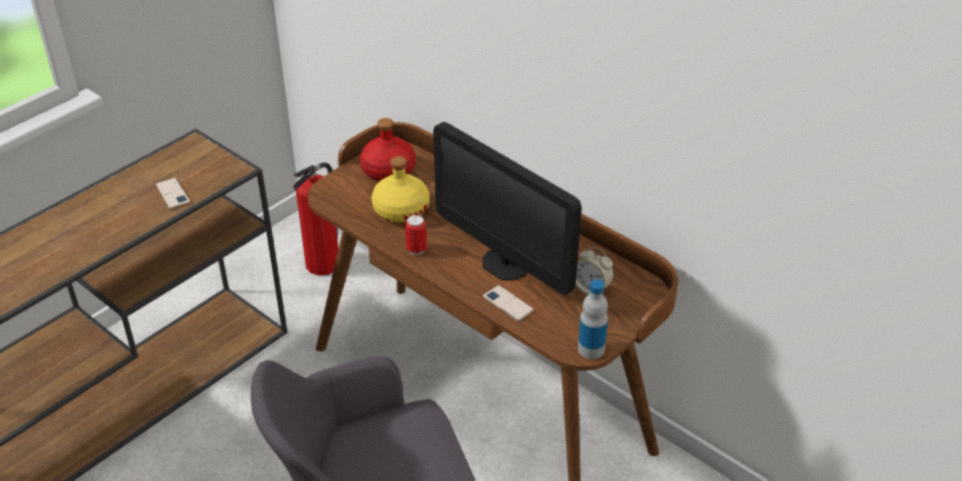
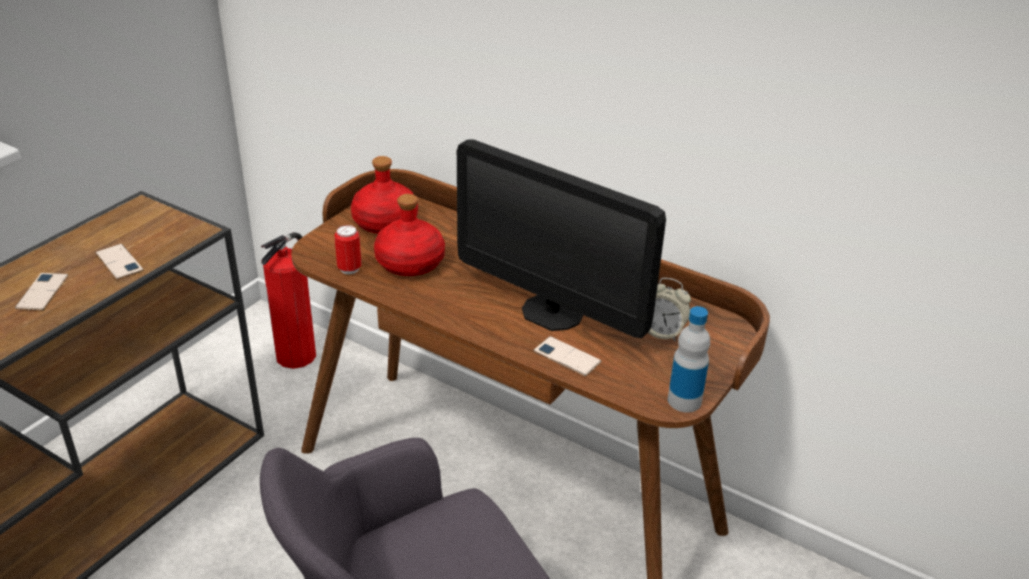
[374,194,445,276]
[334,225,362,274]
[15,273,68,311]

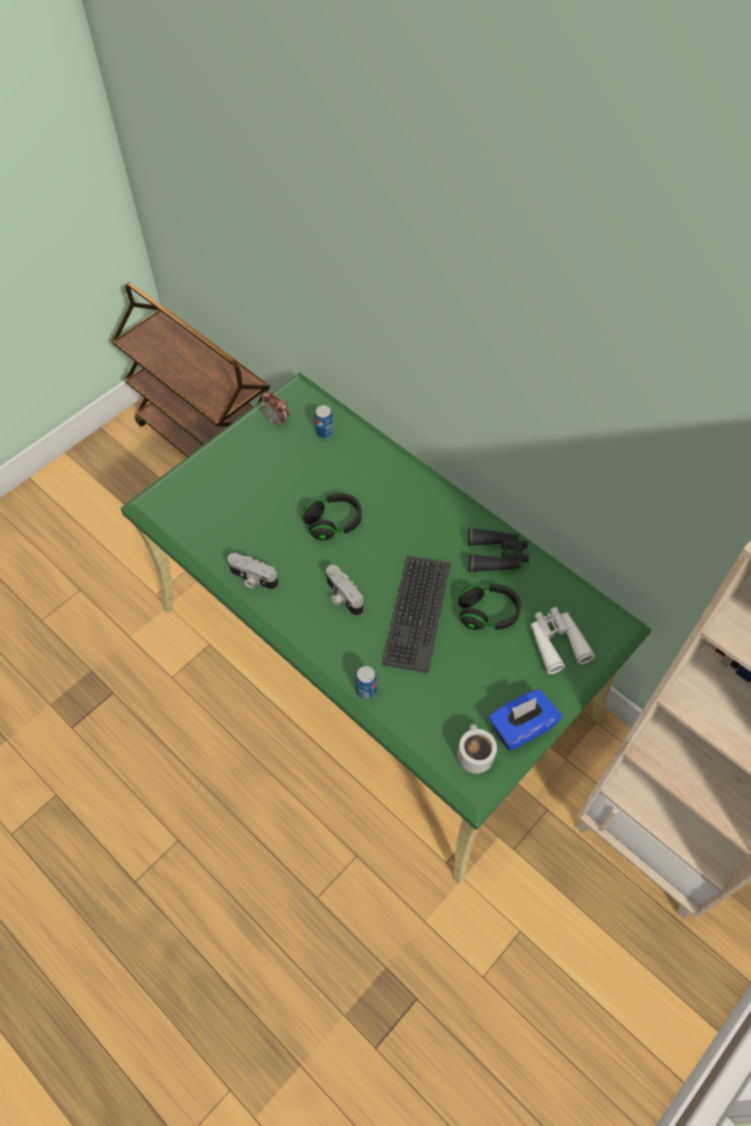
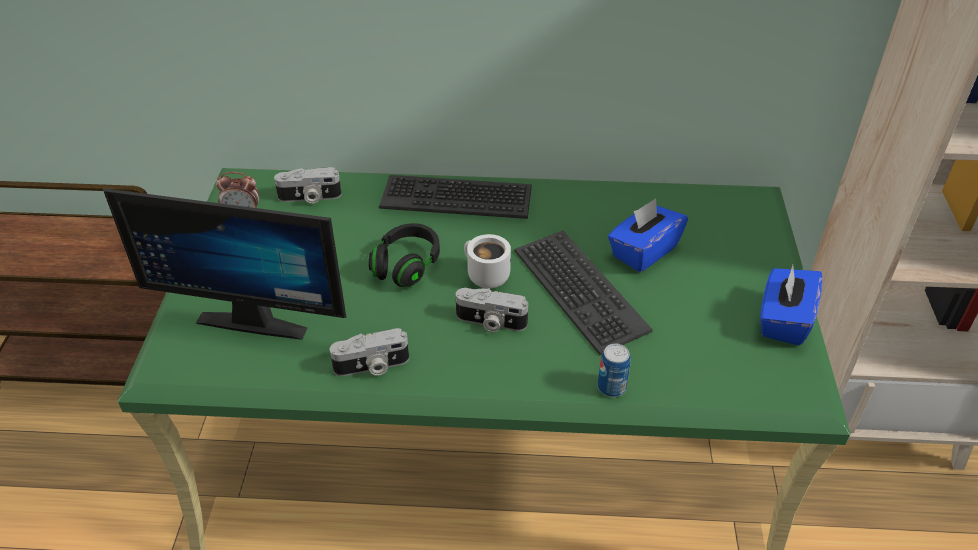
[274,167,342,204]
[608,198,688,272]
[464,234,511,289]
[468,528,529,573] (first image)
[530,607,596,674] (first image)
[103,188,346,340]
[379,175,532,219]

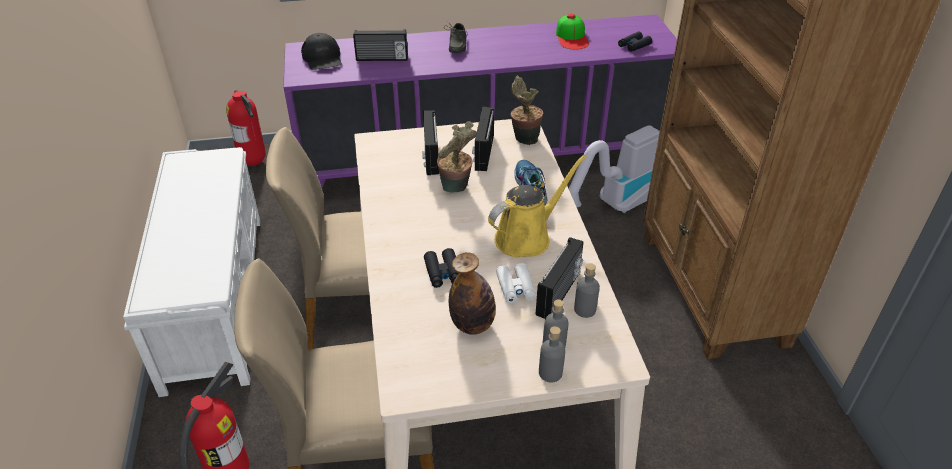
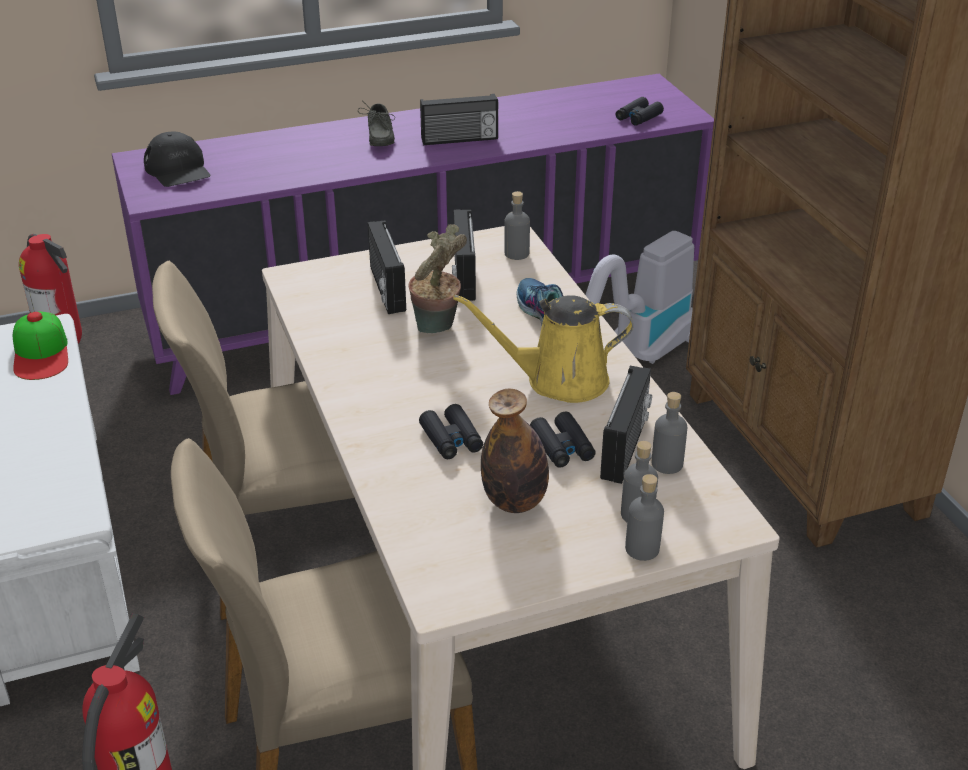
[420,94,498,145]
[453,294,633,403]
[530,412,596,468]
[504,191,530,260]
[13,312,68,380]

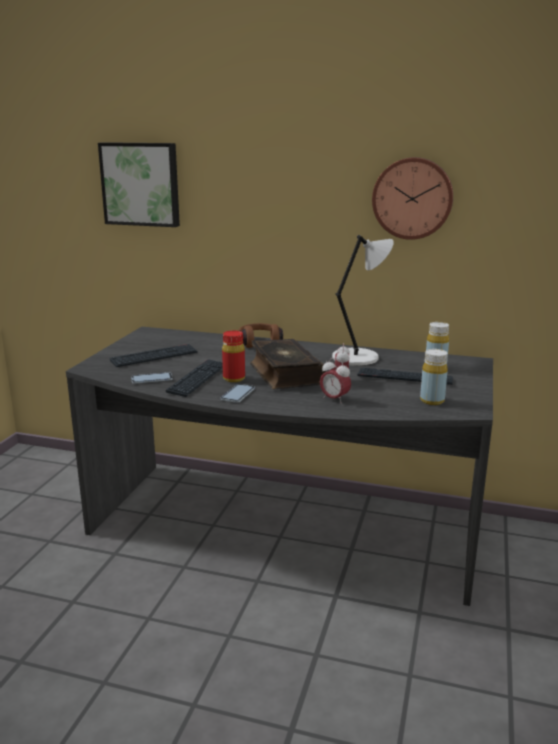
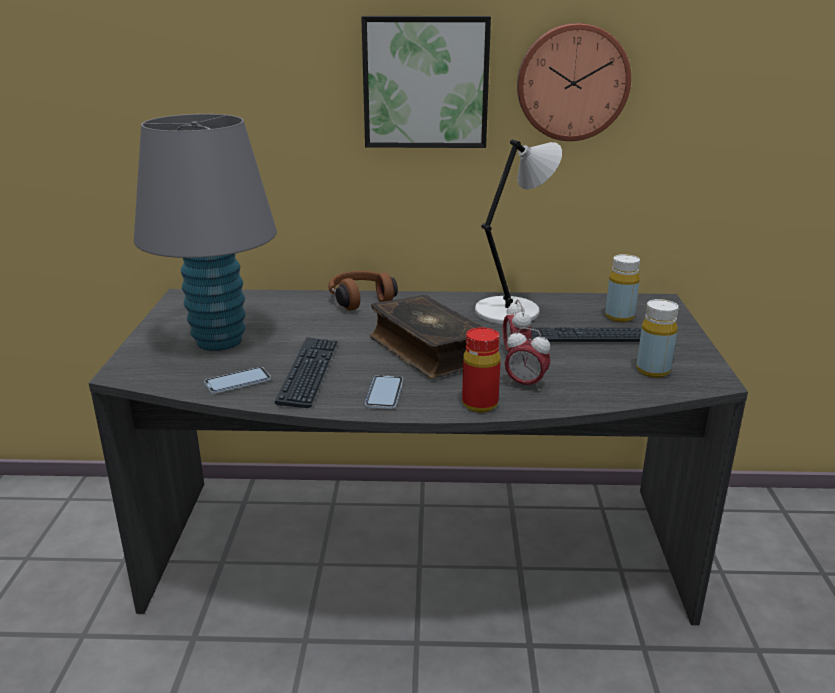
[361,16,491,148]
[134,114,277,351]
[462,327,501,412]

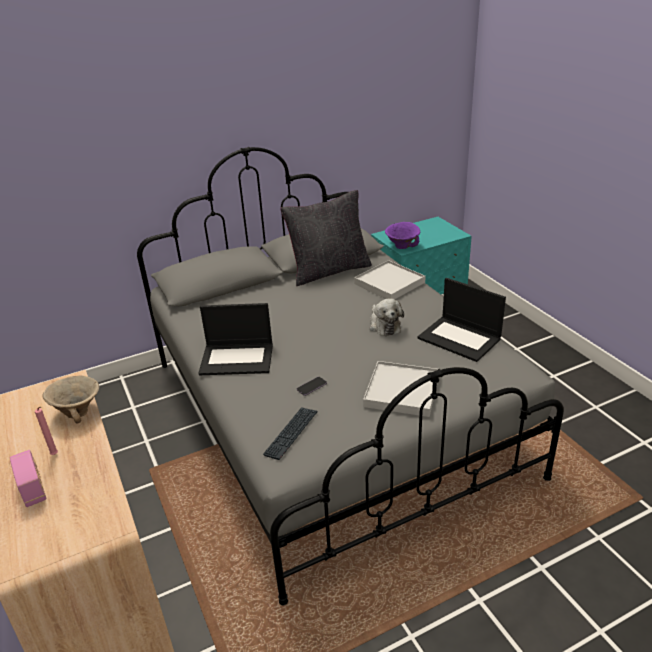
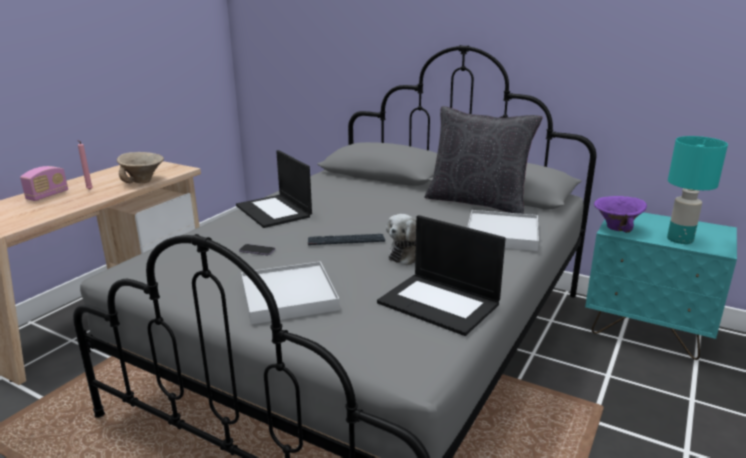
[308,234,385,245]
[377,215,506,336]
[667,136,728,244]

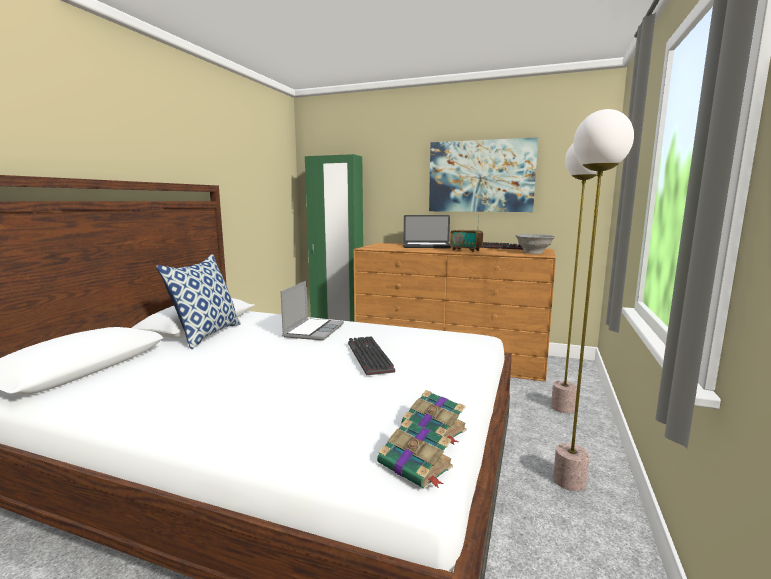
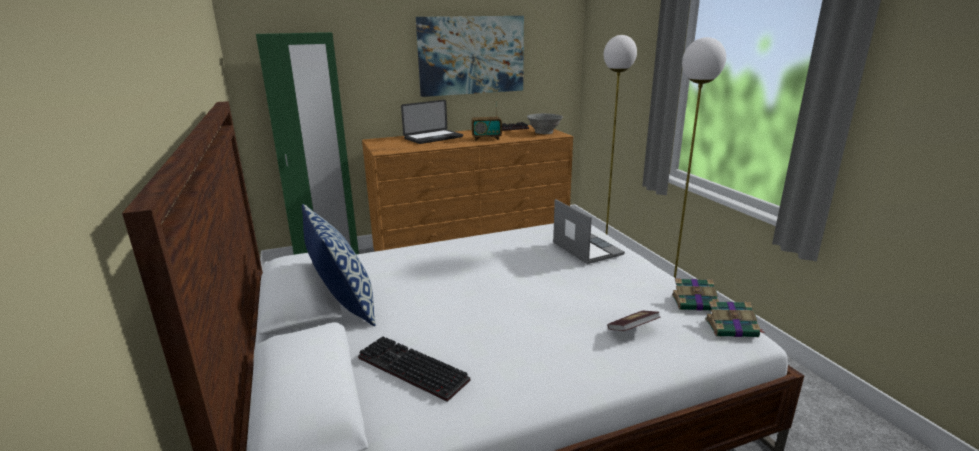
[553,199,625,264]
[358,336,470,402]
[607,311,660,331]

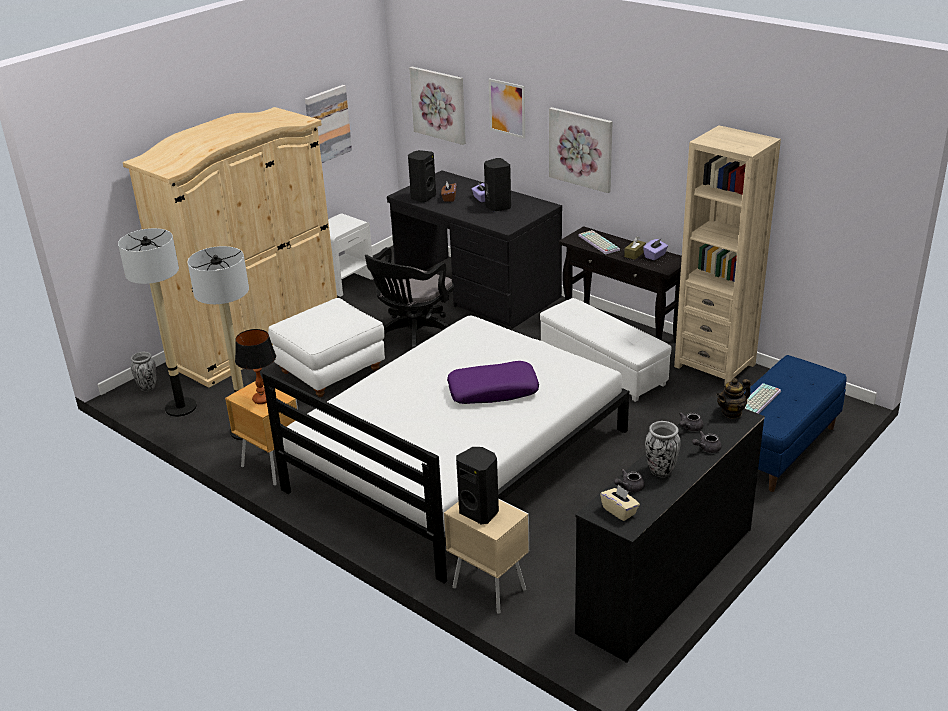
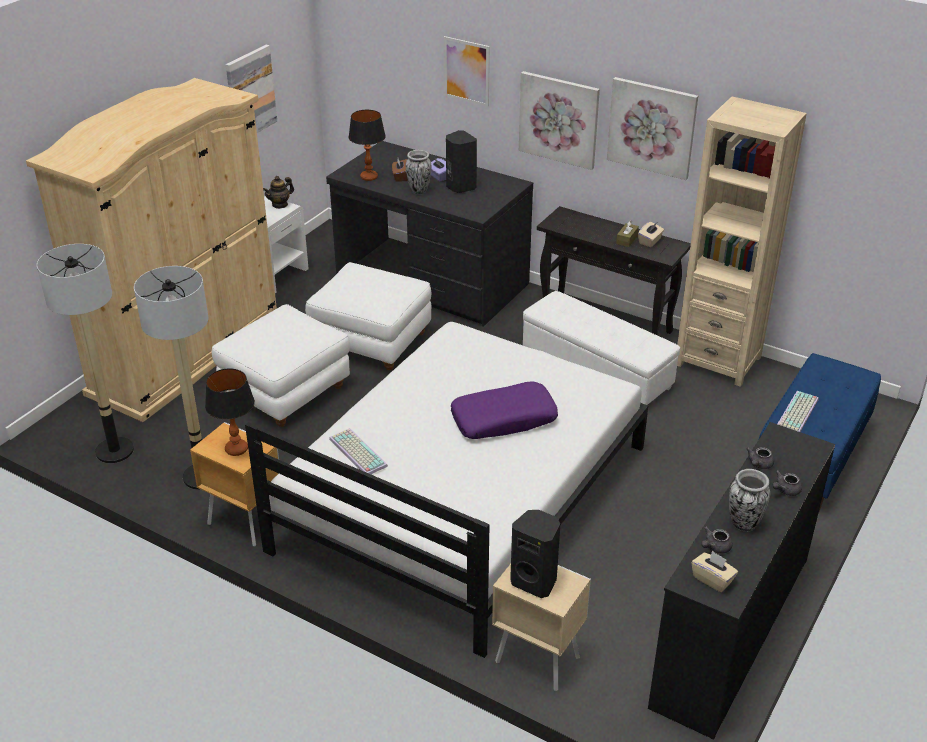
[406,150,431,195]
[305,262,432,370]
[348,110,386,181]
[607,77,698,180]
[329,428,388,474]
[638,222,664,247]
[263,176,294,209]

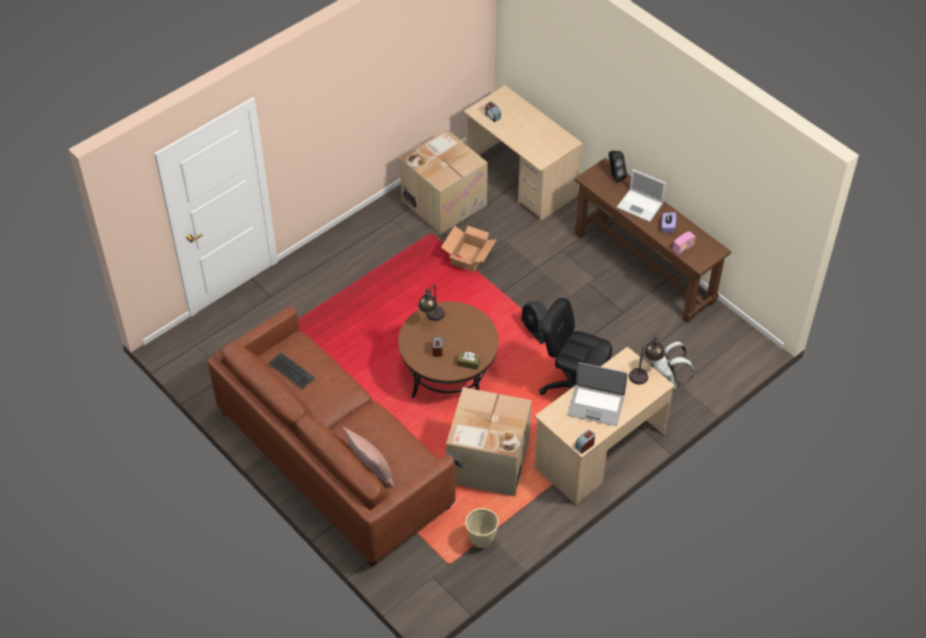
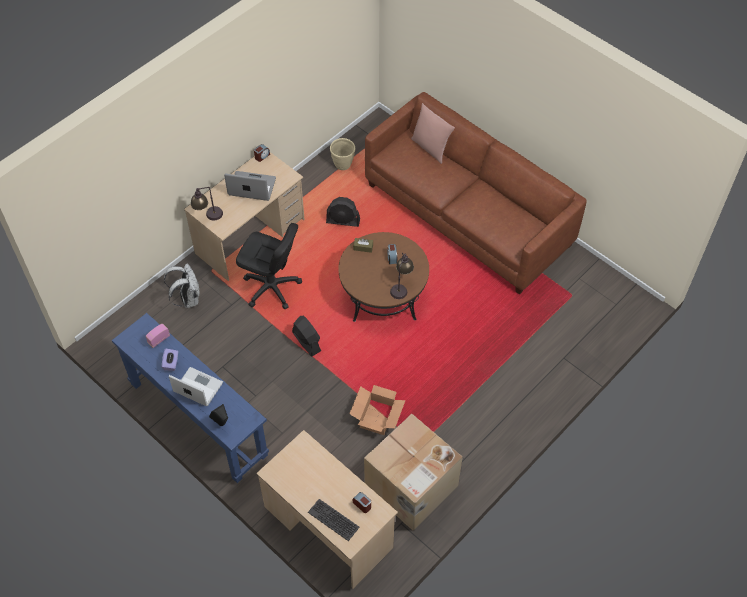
[308,499,360,541]
[326,197,360,227]
[112,313,269,483]

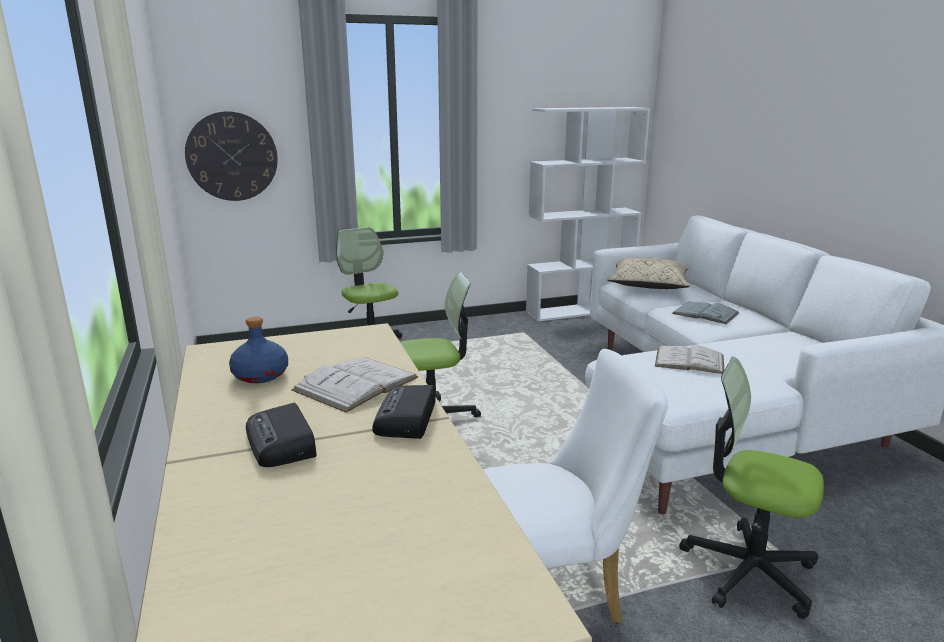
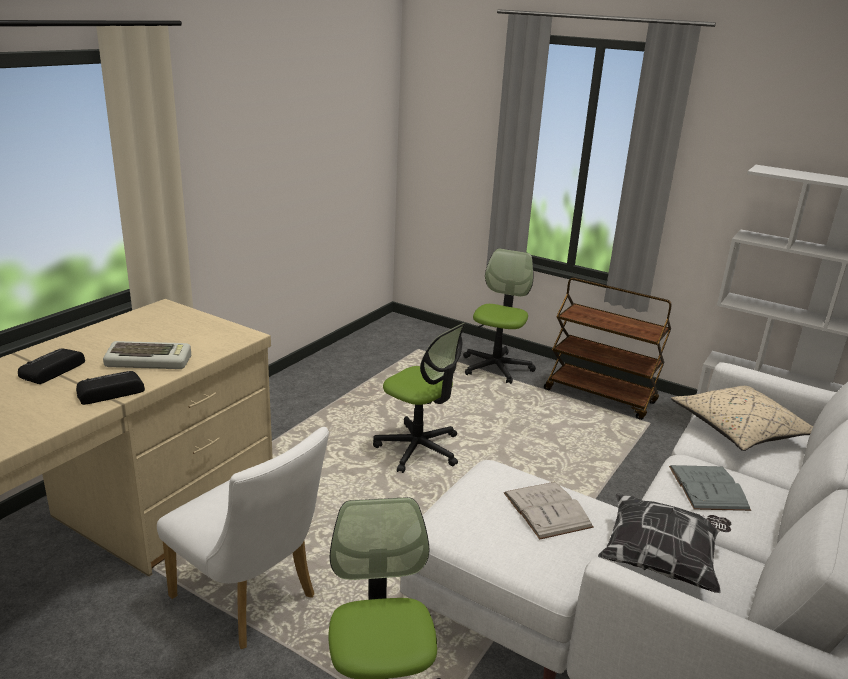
[185,111,278,201] (first image)
[229,317,288,383] (first image)
[103,341,191,369]
[544,278,672,420]
[598,493,731,593]

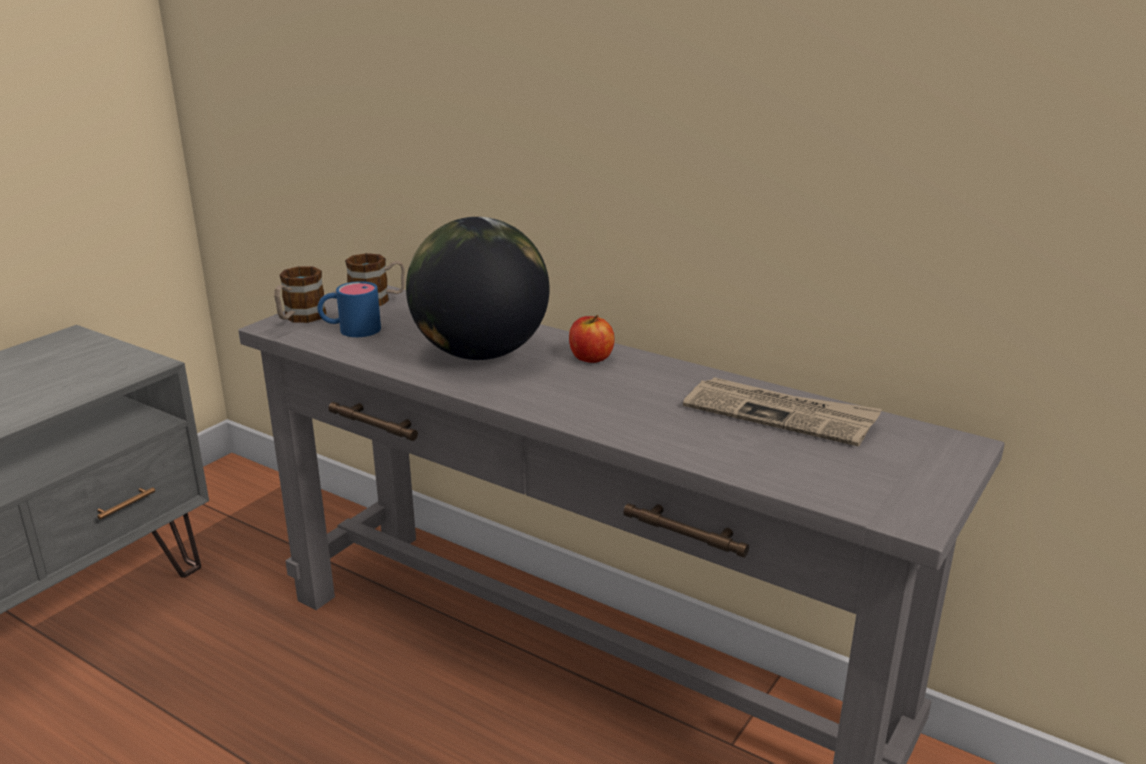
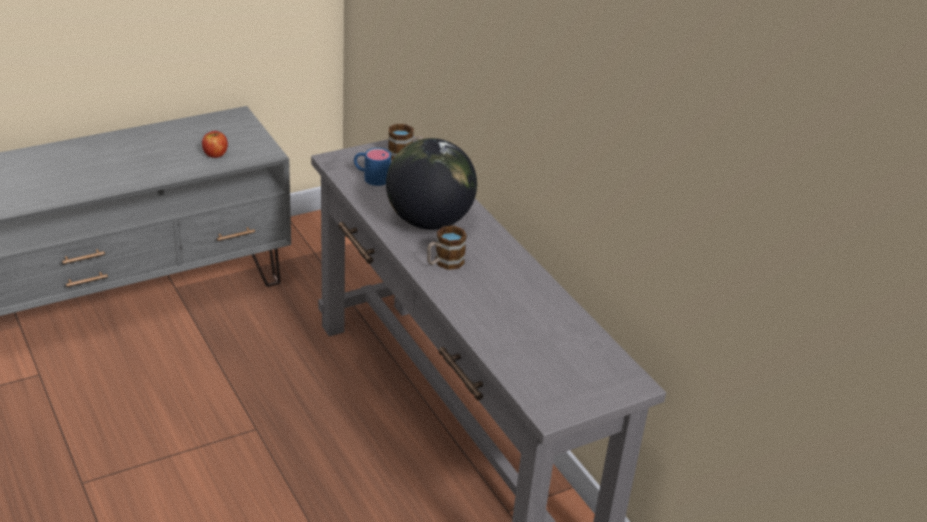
[427,226,467,270]
[202,131,228,158]
[683,377,882,446] (first image)

